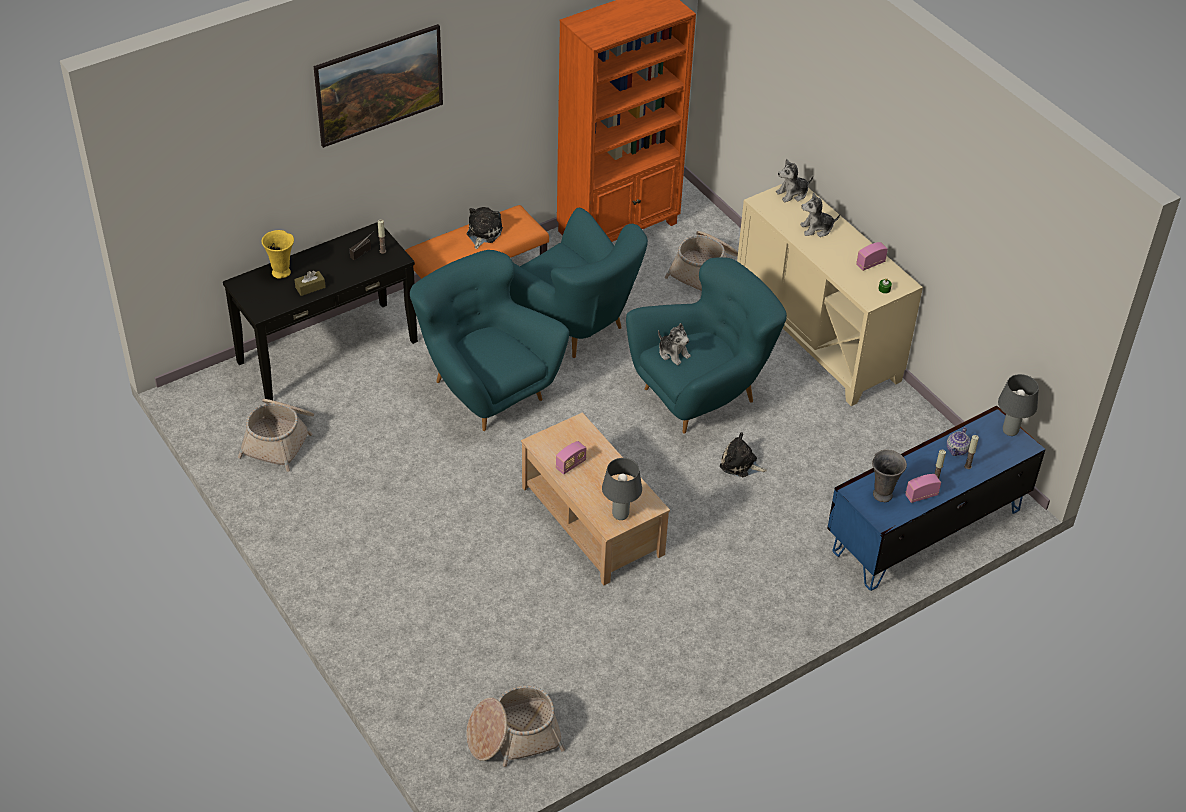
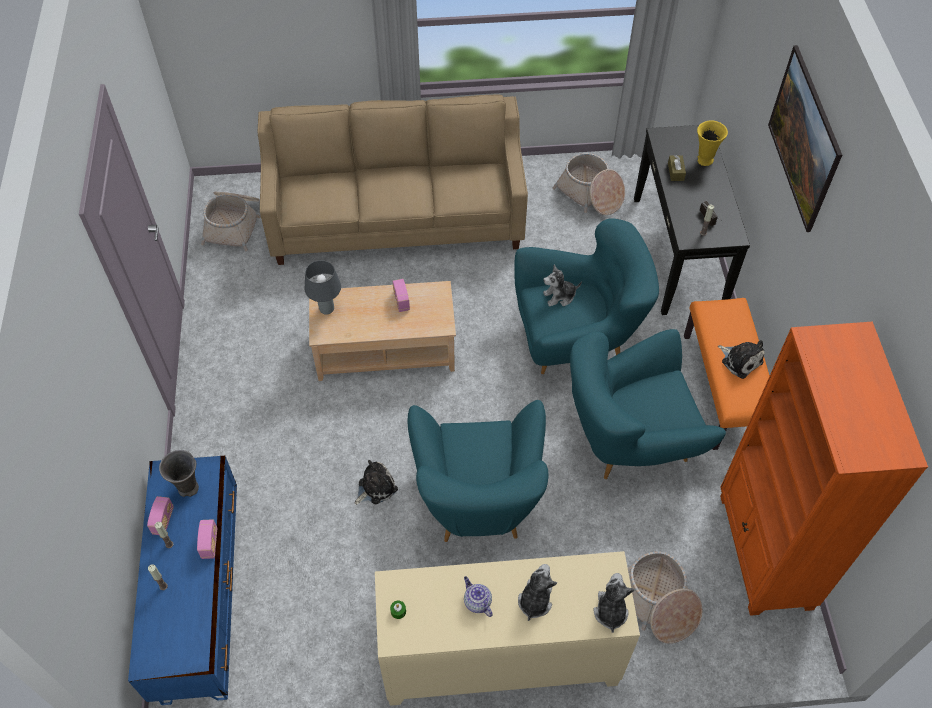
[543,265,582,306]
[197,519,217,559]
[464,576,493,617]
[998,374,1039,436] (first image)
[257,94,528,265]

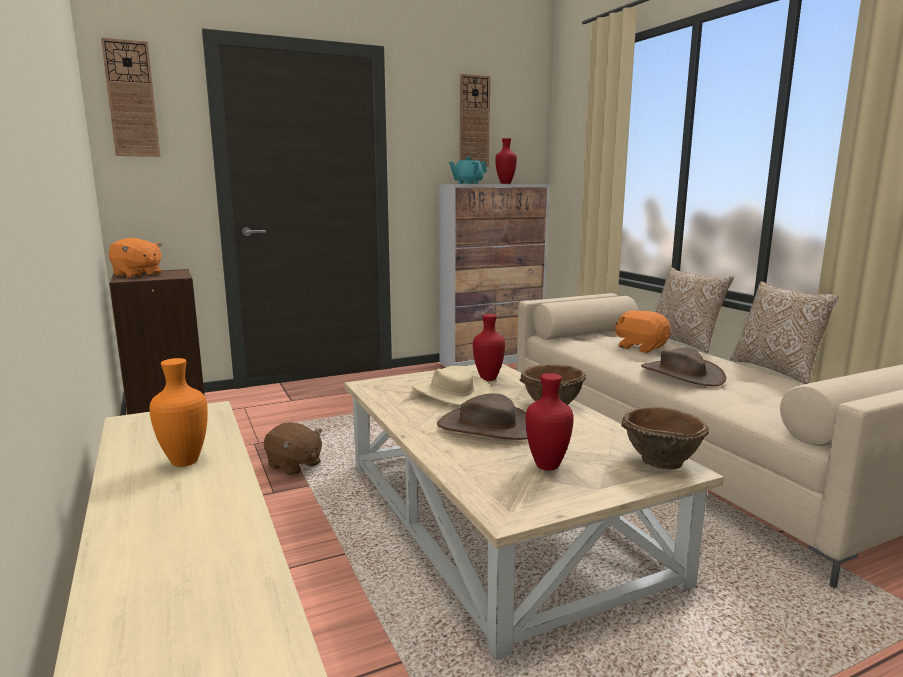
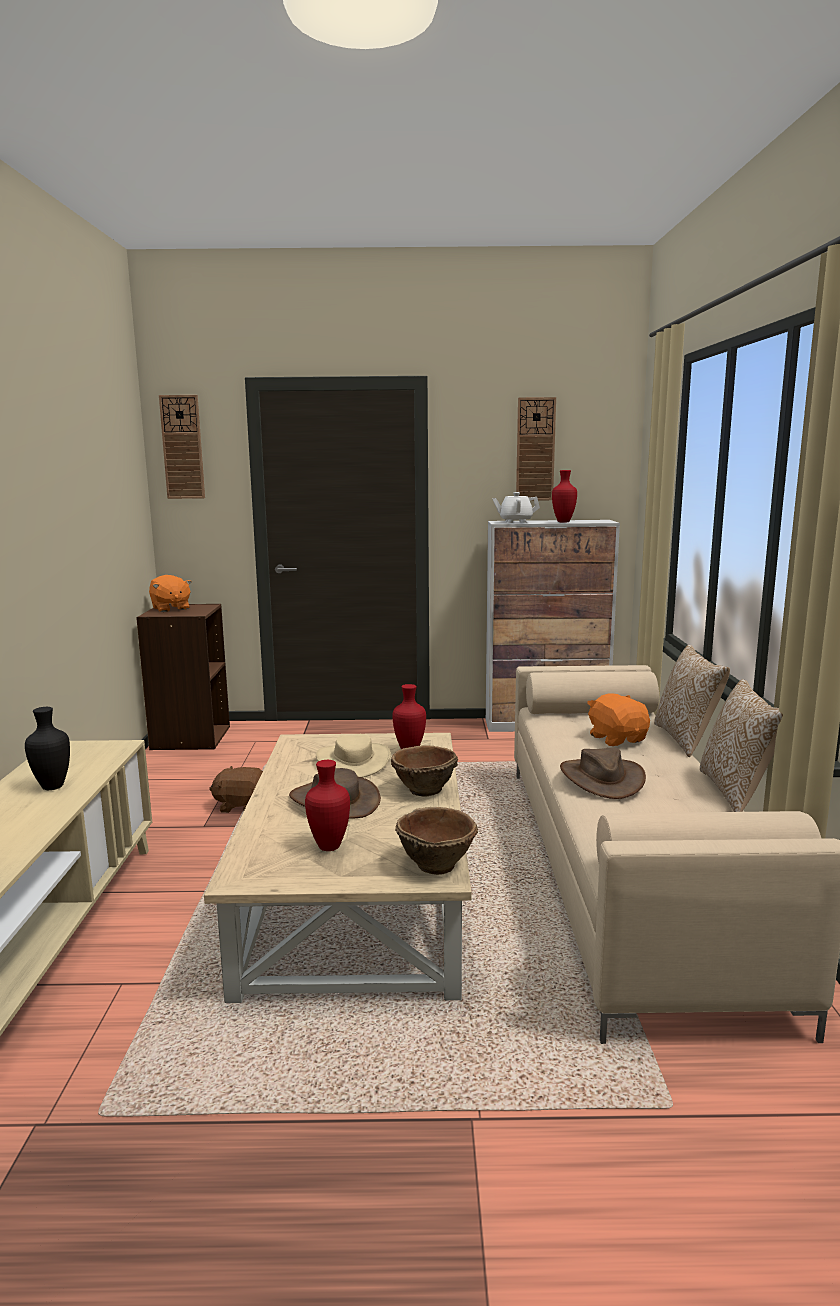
[25,707,70,790]
[209,766,263,813]
[492,492,540,523]

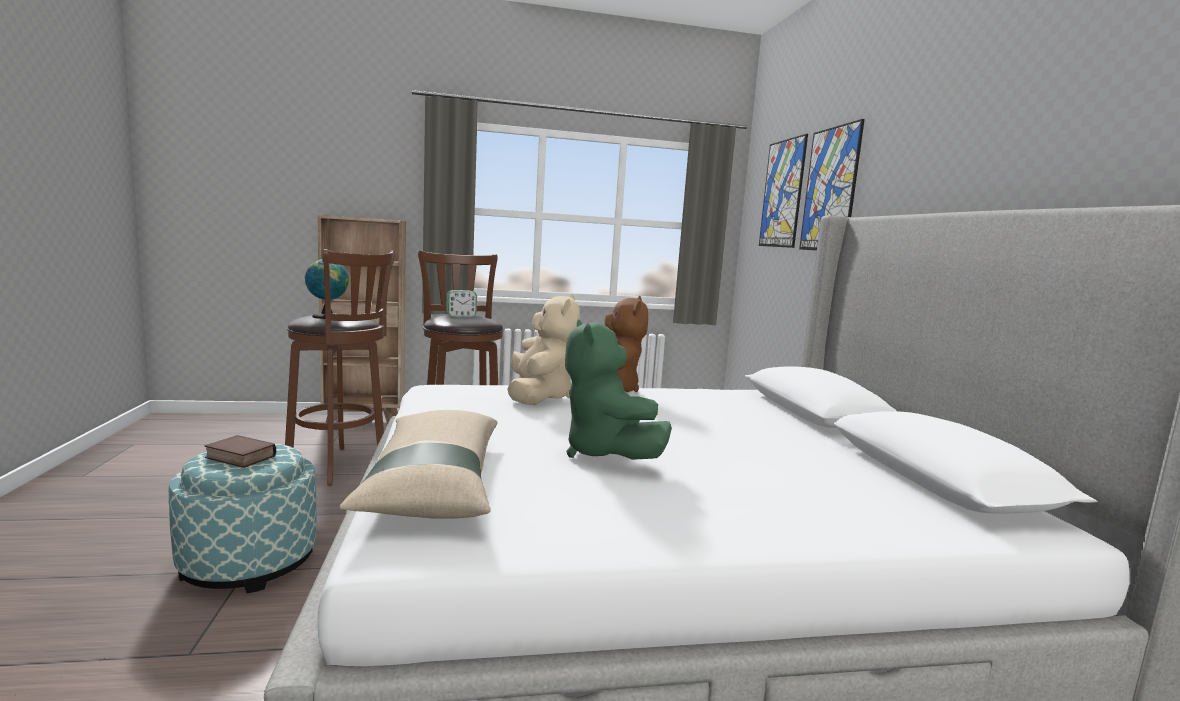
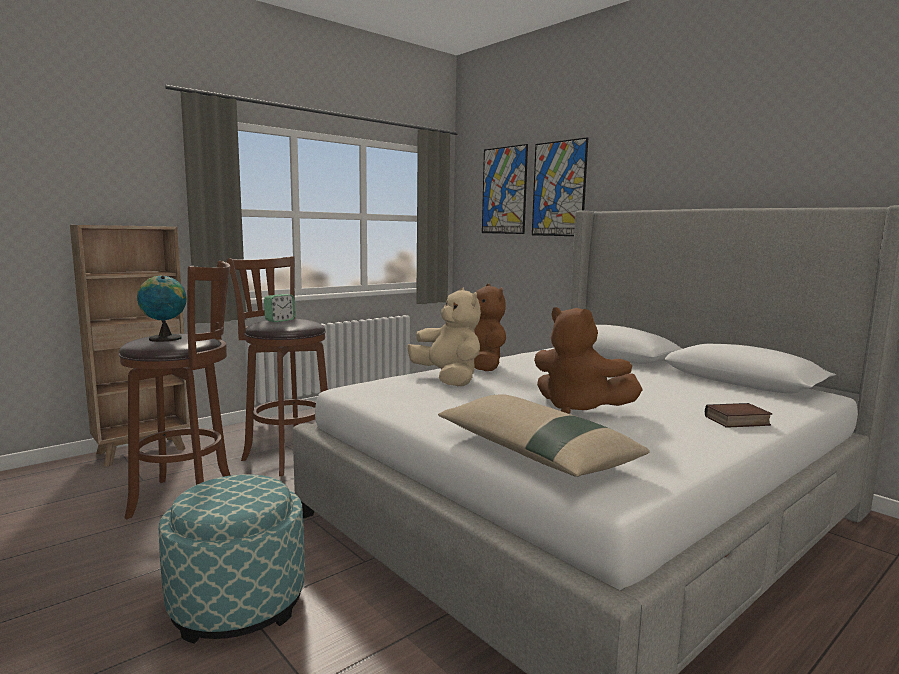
[705,403,772,428]
[534,307,643,414]

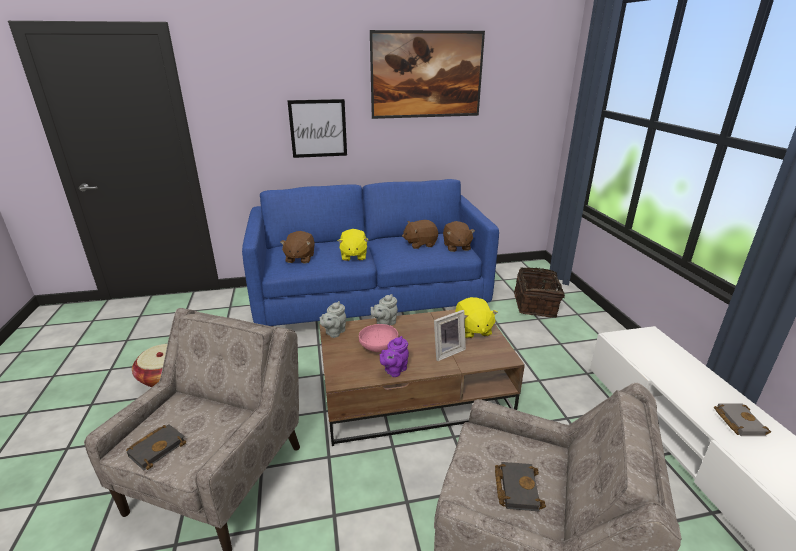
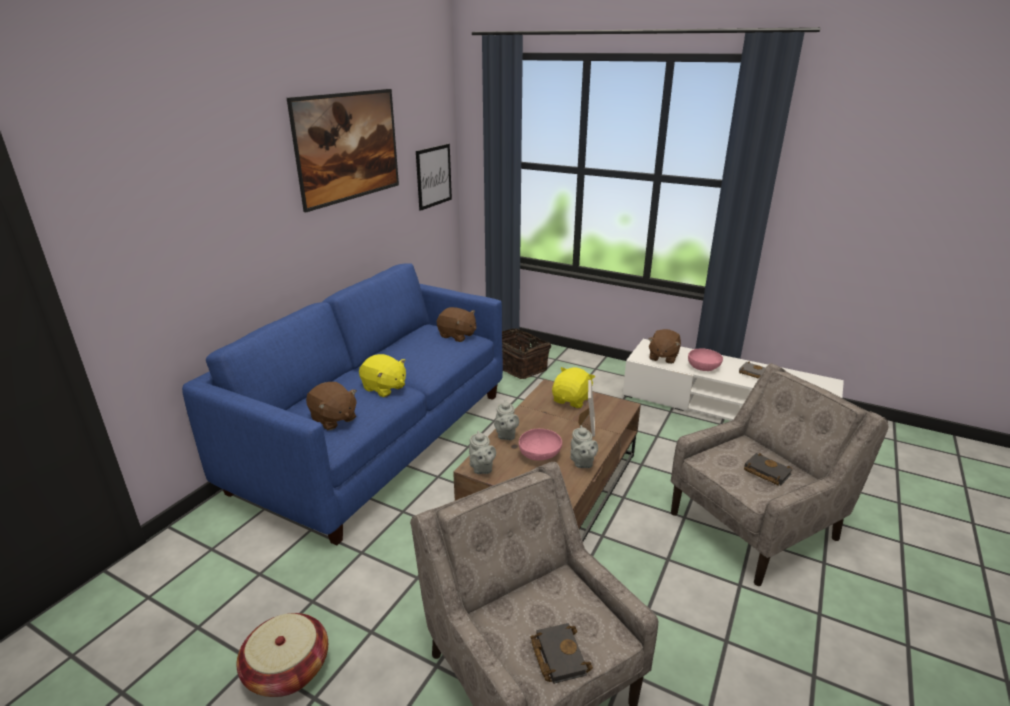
[416,144,452,211]
[570,425,598,468]
[648,329,681,364]
[552,367,595,408]
[688,348,723,371]

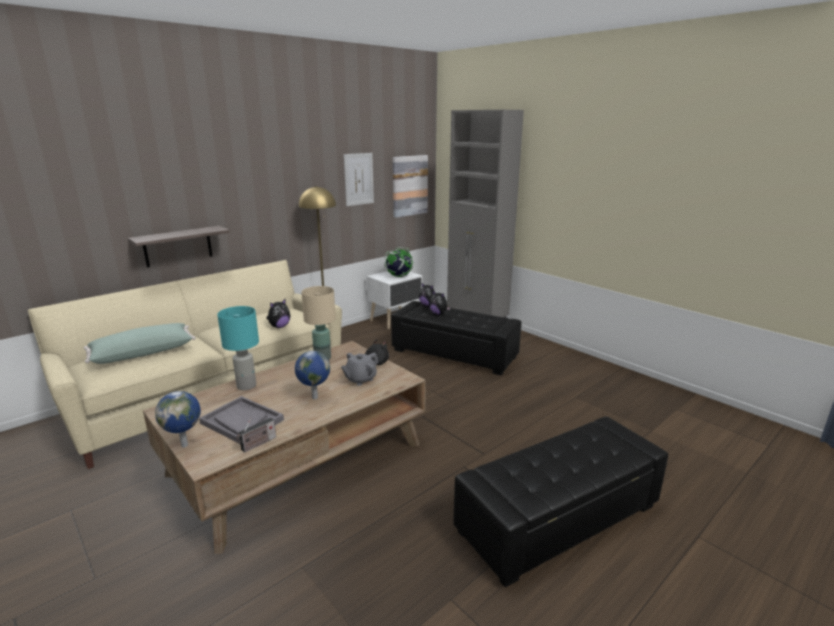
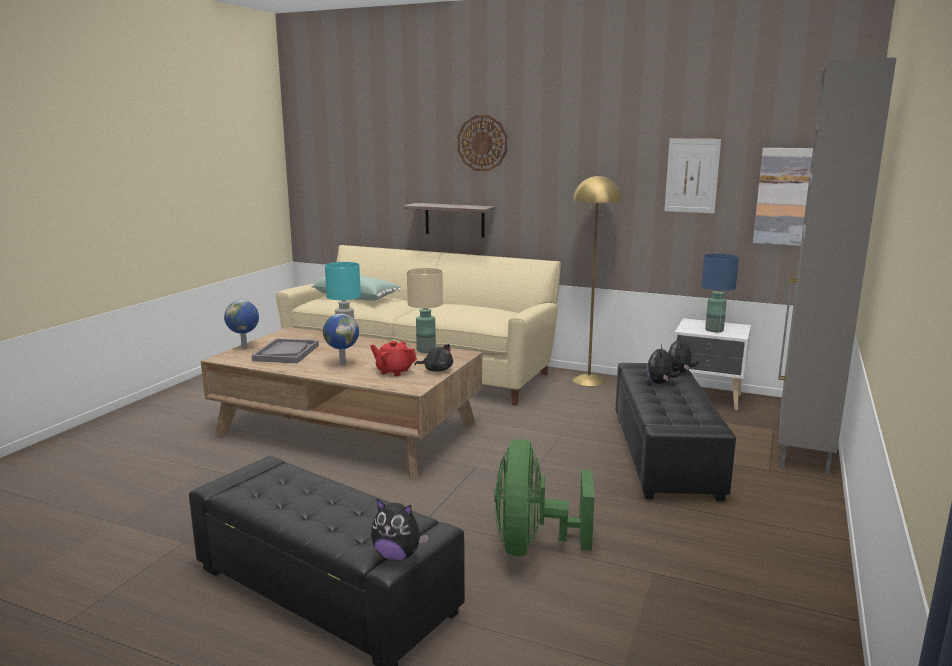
[236,418,276,453] (first image)
[371,498,429,561]
[370,341,417,376]
[702,254,739,332]
[457,115,508,171]
[494,439,595,556]

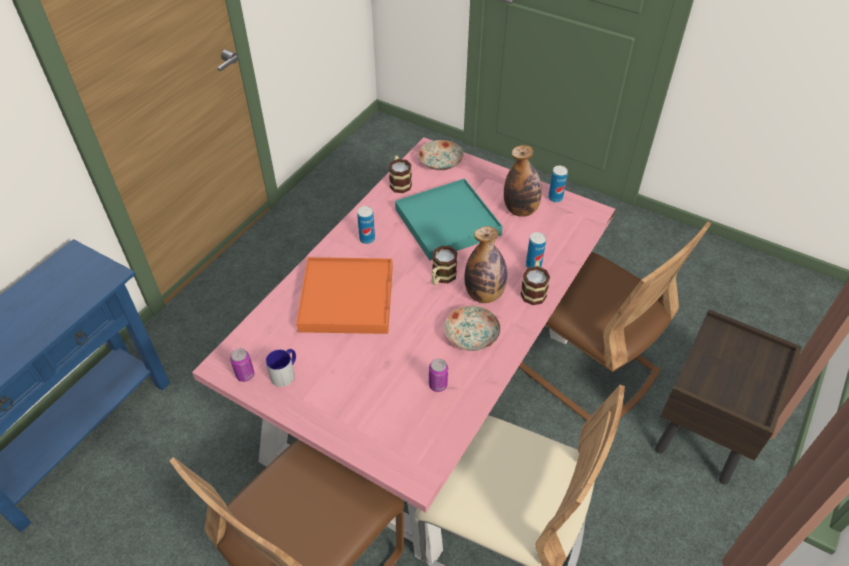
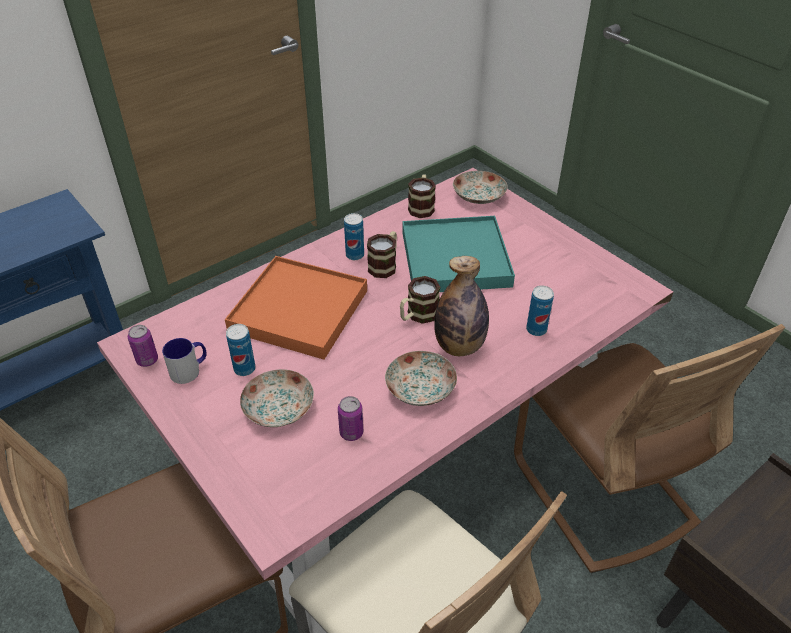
[504,145,542,217] (first image)
[367,231,397,278]
[226,324,256,376]
[240,369,314,427]

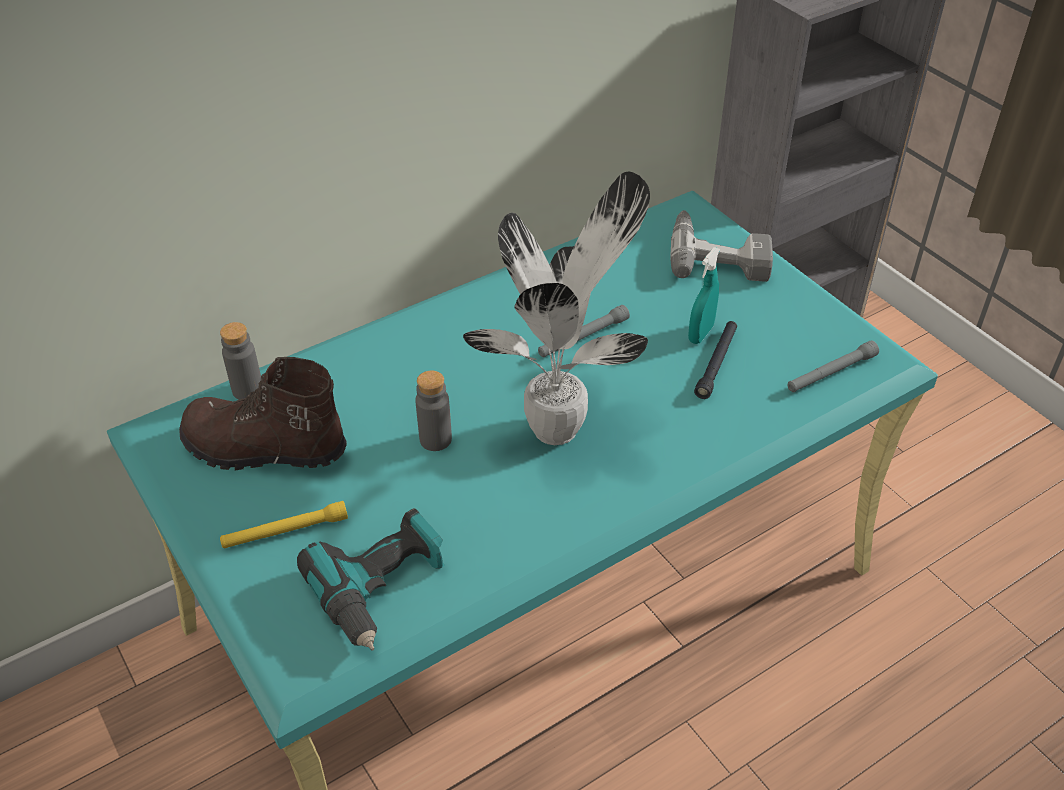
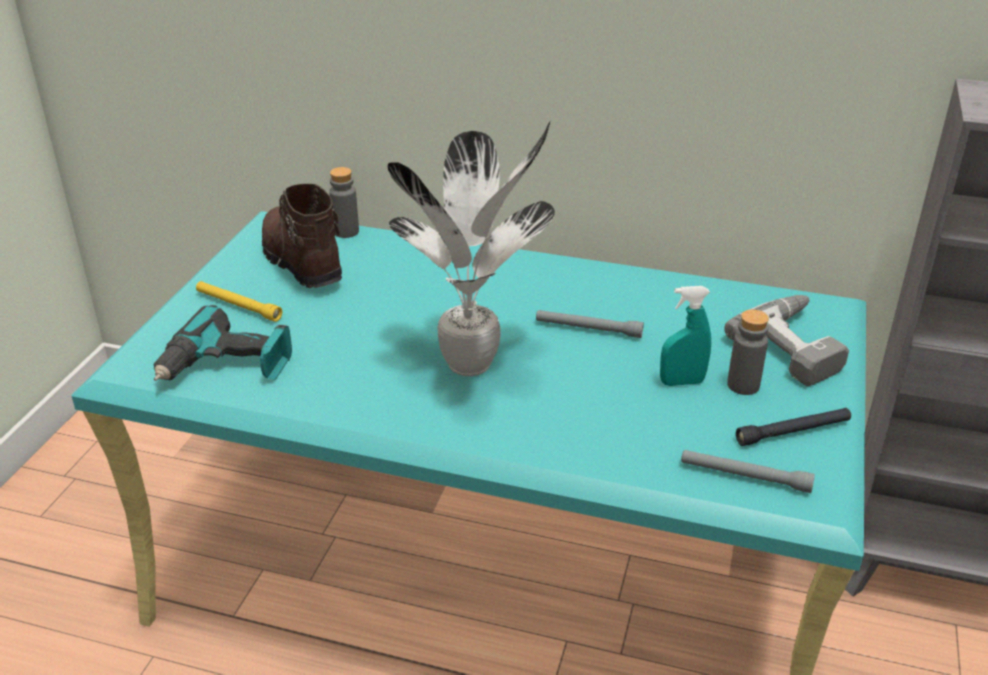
[727,309,769,395]
[736,408,851,446]

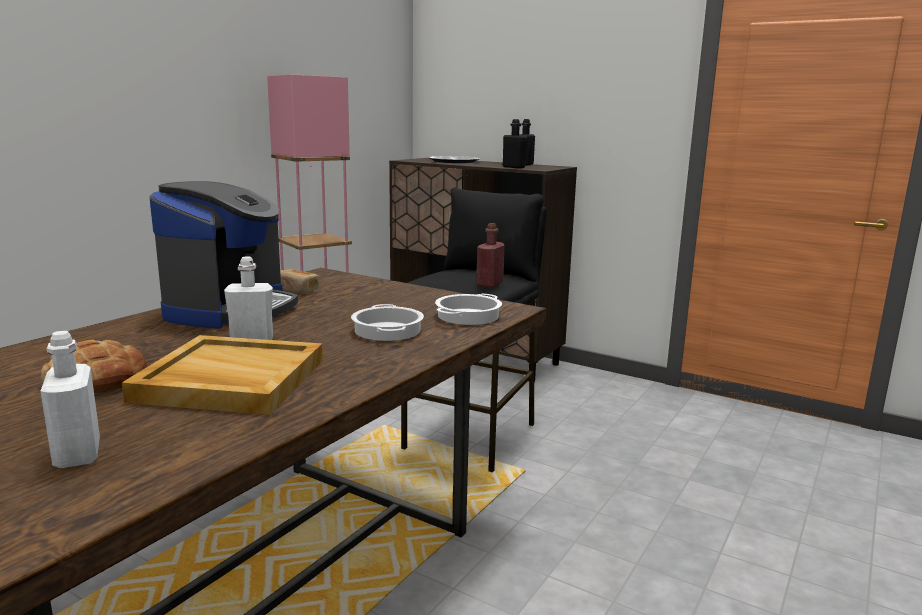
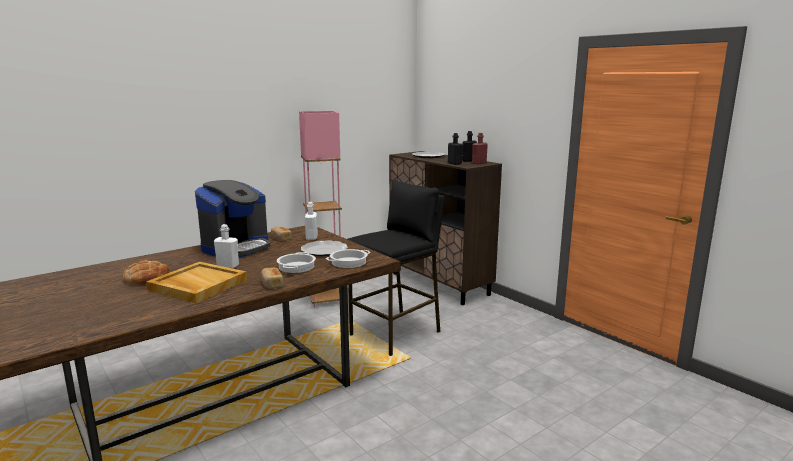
[305,202,318,240]
[472,133,488,165]
[261,268,283,289]
[301,240,348,256]

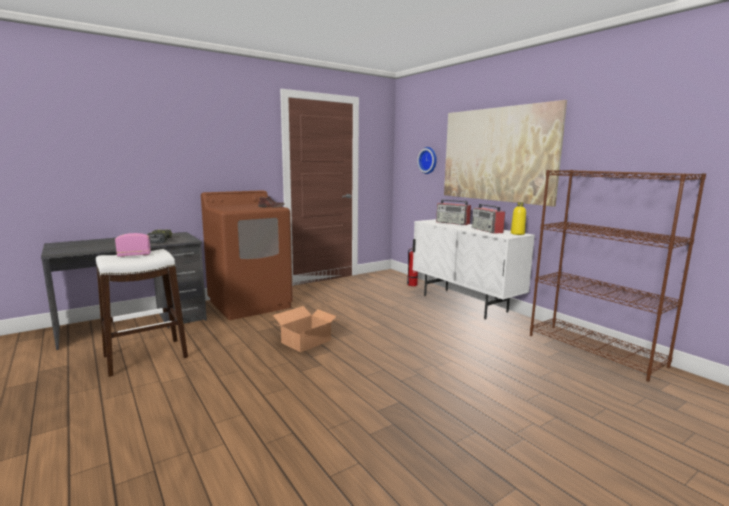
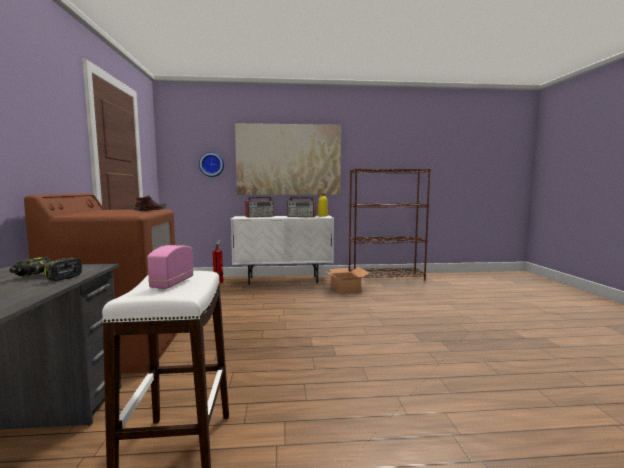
[324,267,370,294]

